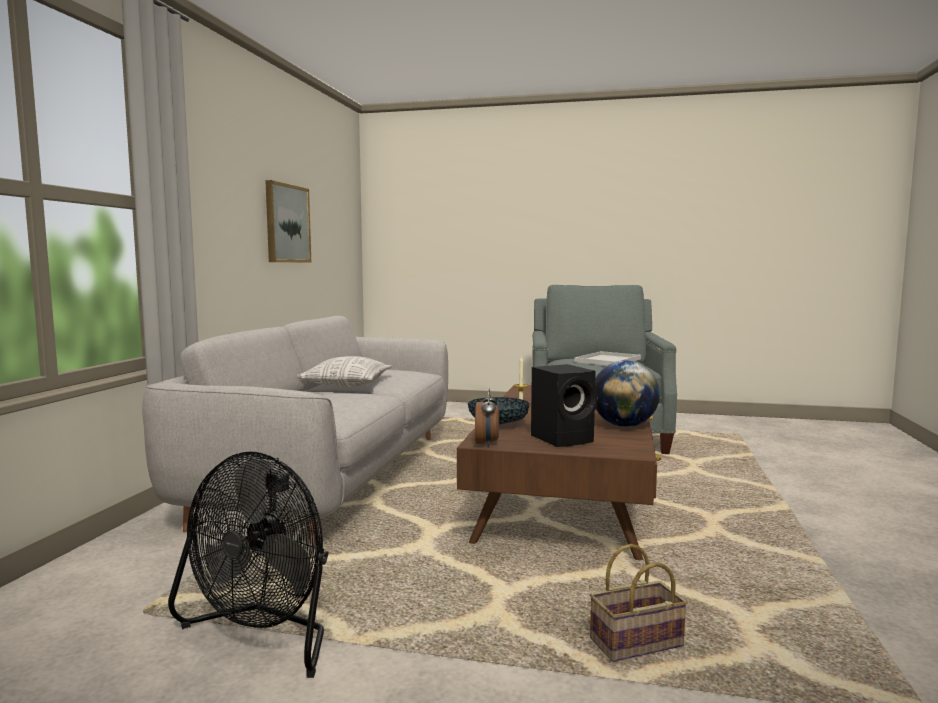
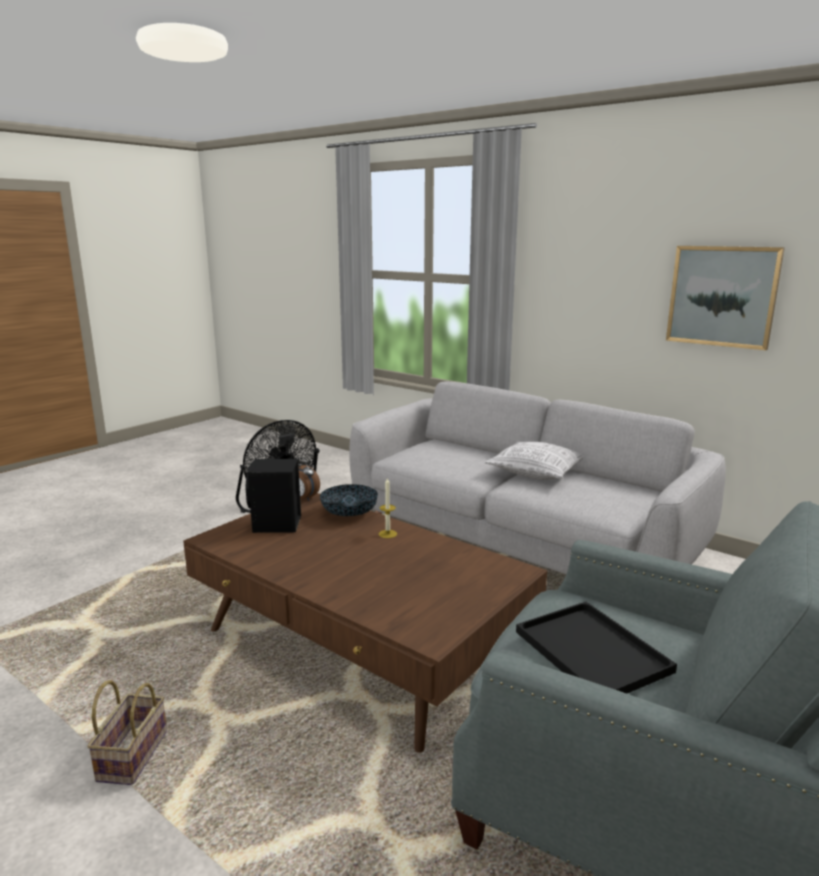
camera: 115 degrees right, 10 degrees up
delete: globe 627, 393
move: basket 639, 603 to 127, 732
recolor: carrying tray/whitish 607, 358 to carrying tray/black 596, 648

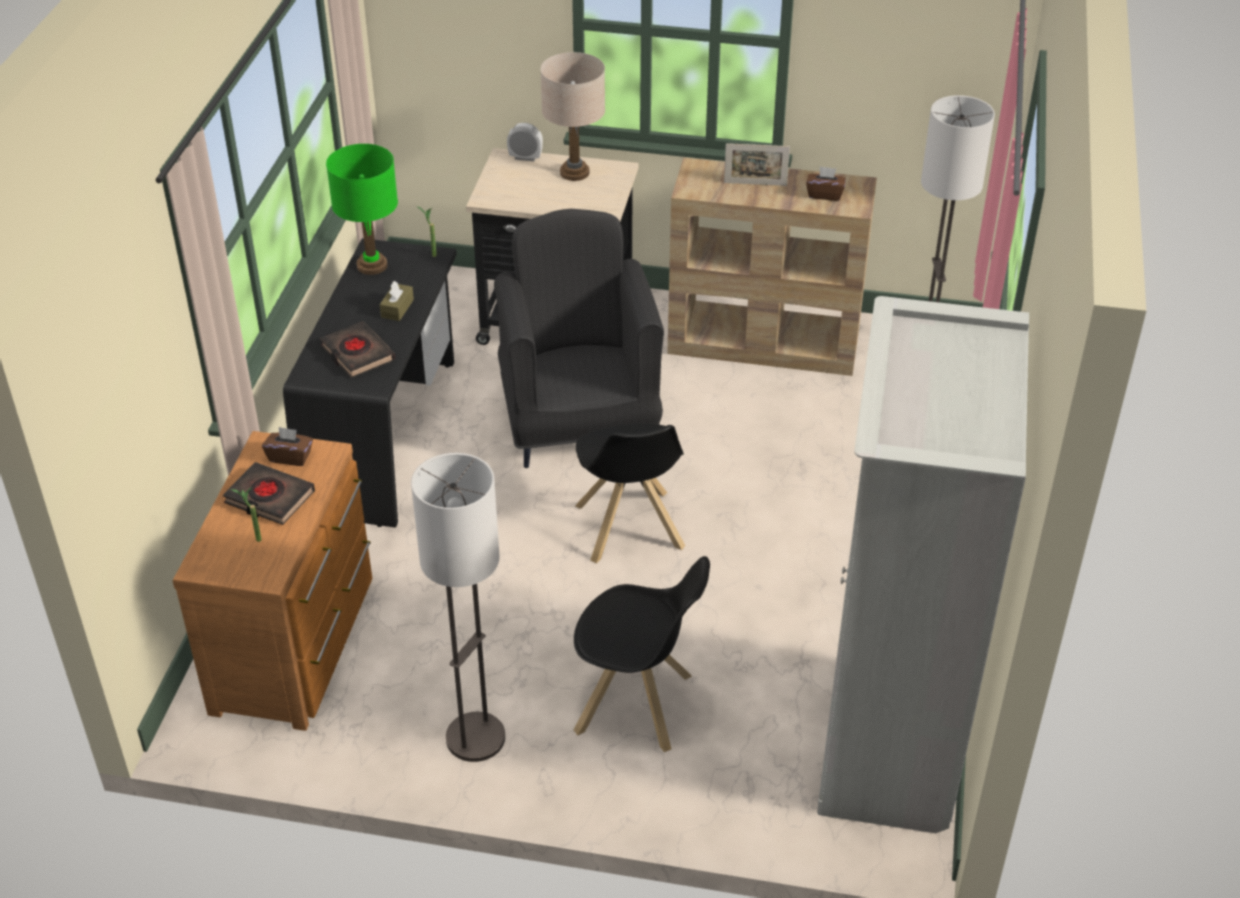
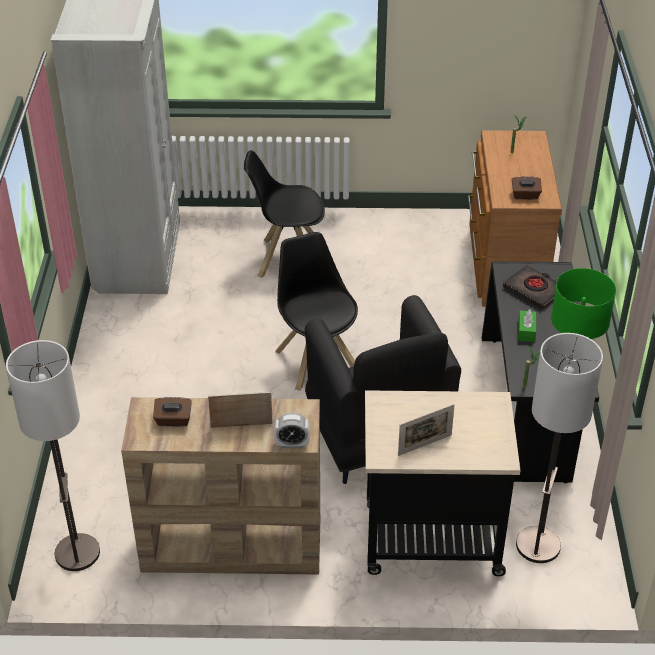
camera: 170 degrees right, 0 degrees up
delete: volume/black 269, 493
move: standard lamp 458, 607 to 559, 448; table clock 525, 142 to 292, 430
replace: table lamp/beige 572, 116 to standing frame 426, 430
recolor: tissue holder/brown 397, 301 to tissue holder/greenish 527, 325

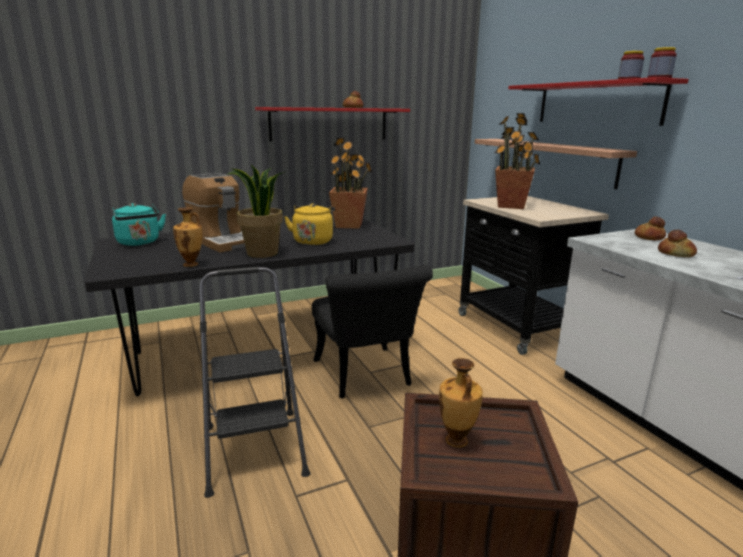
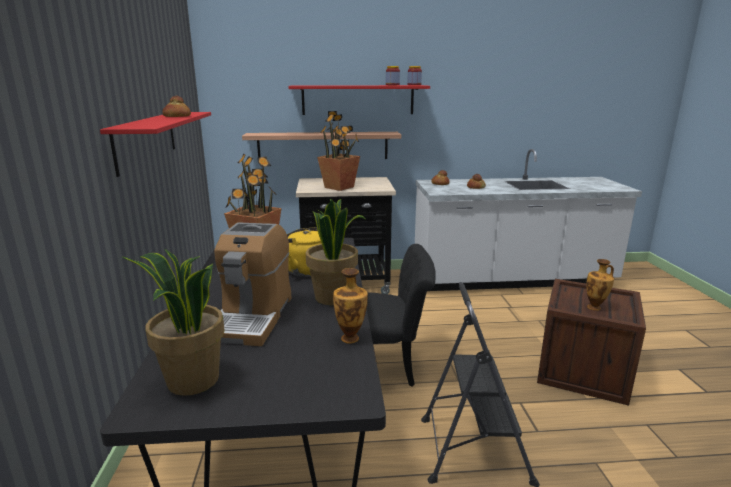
camera: 70 degrees left, 0 degrees up
replace: water kettle/turquoise-coloured 139, 224 to houseplant 174, 322
rotate: coffee maker 213, 213 = 253, 284 120 degrees clockwise

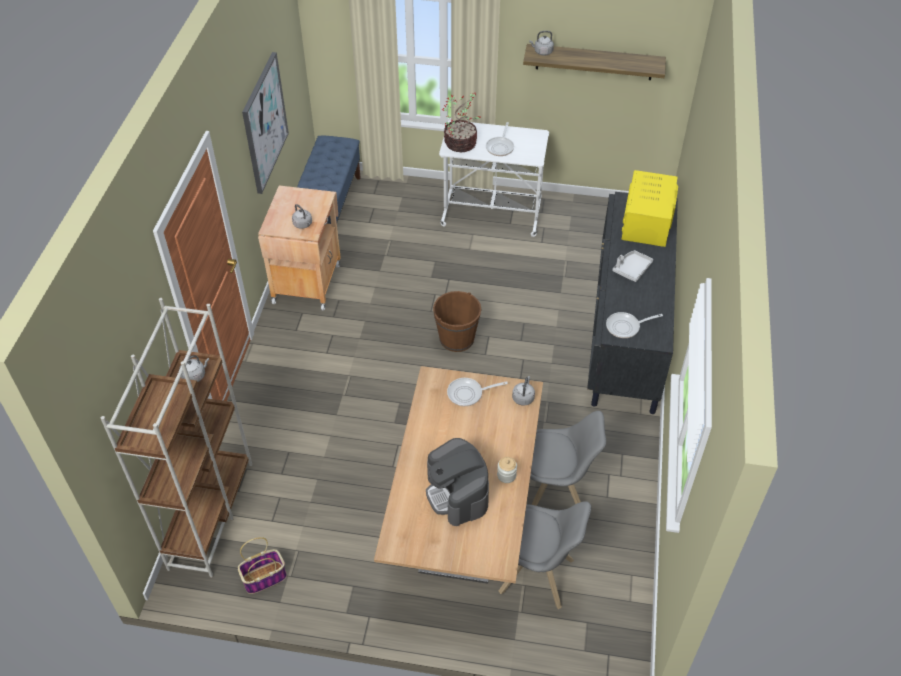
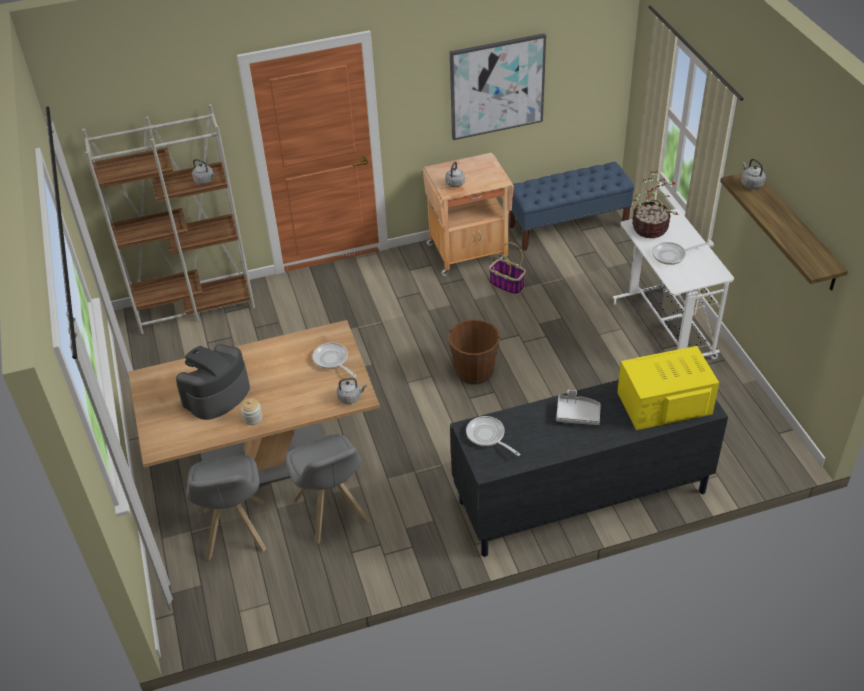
camera: 65 degrees right, 5 degrees down
move: basket 262, 565 to 507, 268

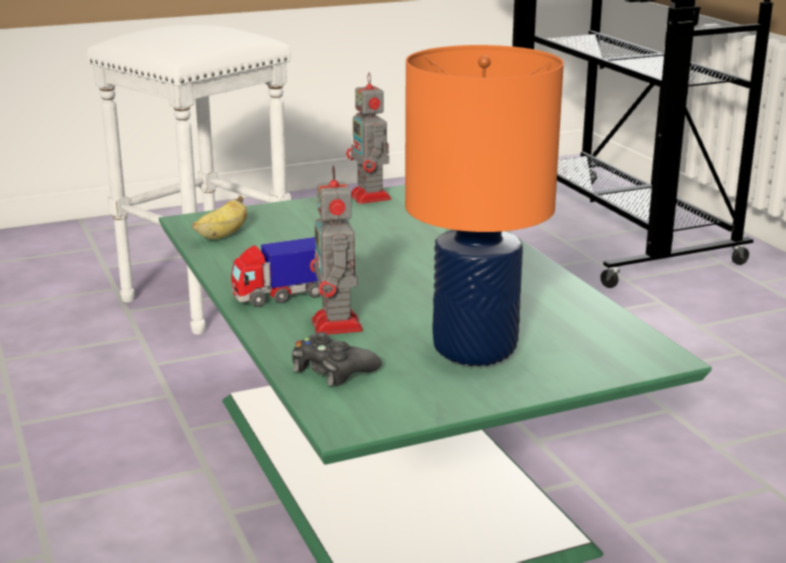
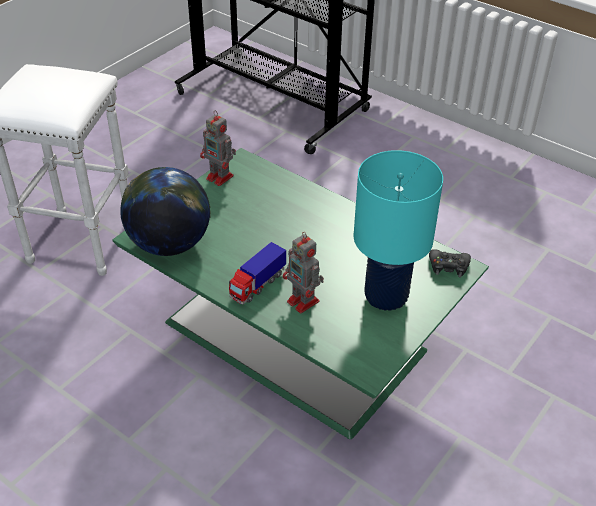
camera: 30 degrees left, 20 degrees up
move: gamepad/black 336, 359 to 450, 263
replace: banana fruit 219, 217 to globe 165, 211
recolor: table lamp/orange-coloured 484, 205 to table lamp/turquoise-coloured 398, 230

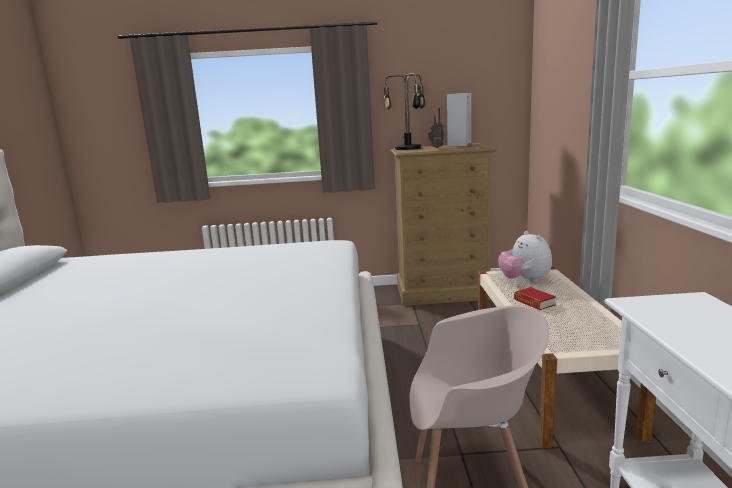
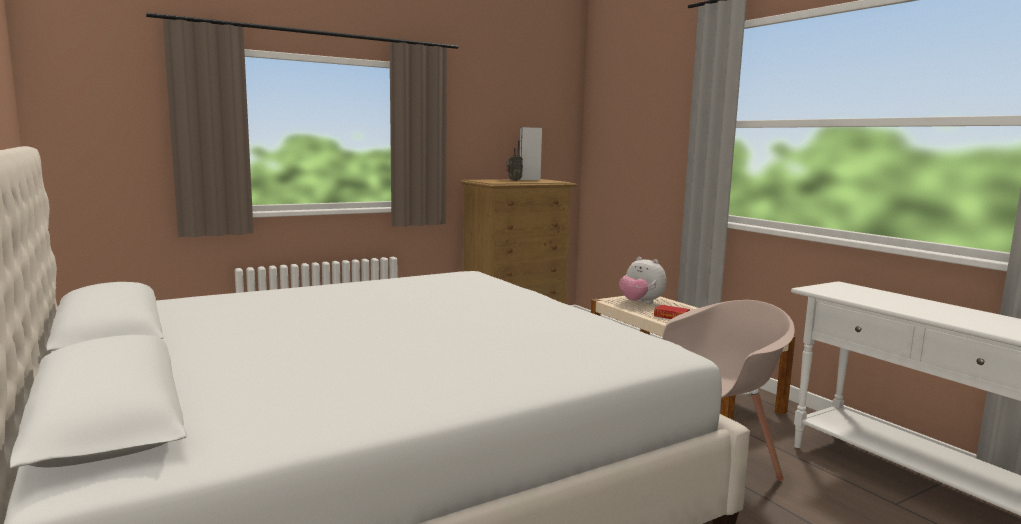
camera: 30 degrees left, 5 degrees down
delete: table lamp 404, 111

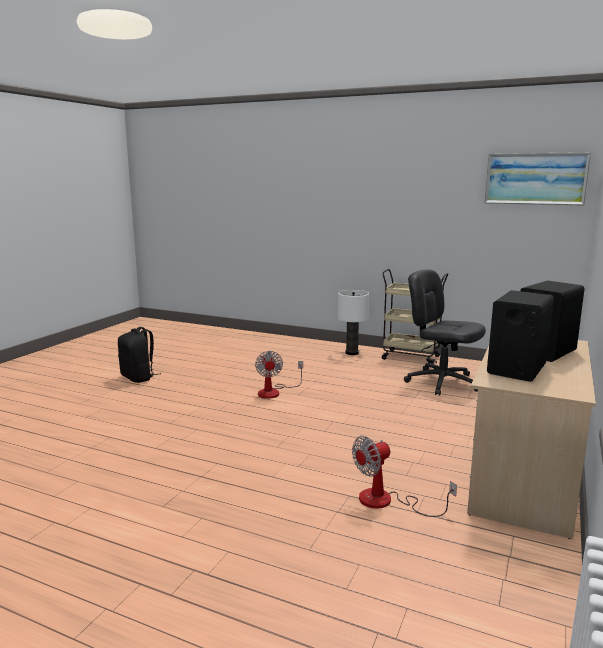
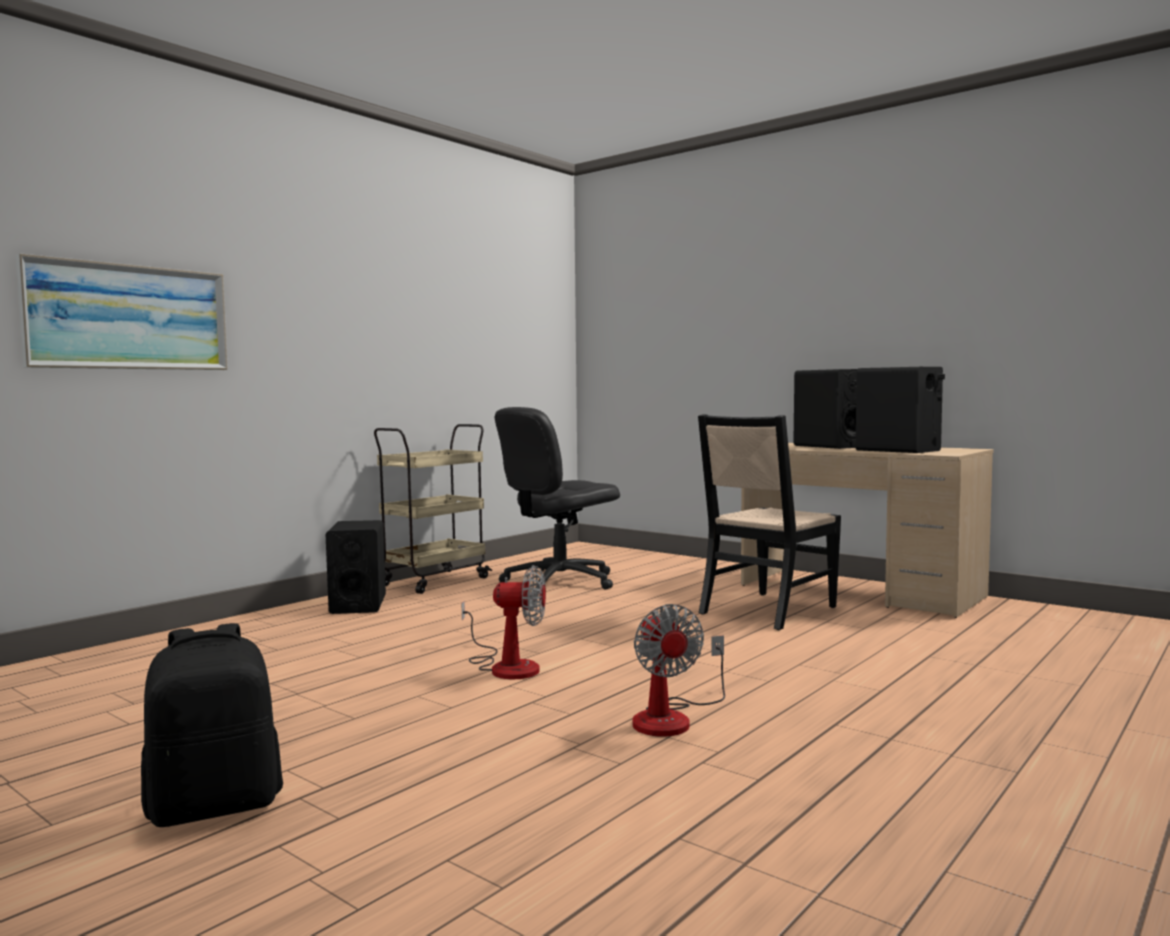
camera: 75 degrees left, 10 degrees down
insert: chair 769, 522
move: electric fan 404, 476 to 678, 670; wall picture 537, 179 to 122, 311
replace: table lamp/whitish 353, 322 to speaker/black 356, 567

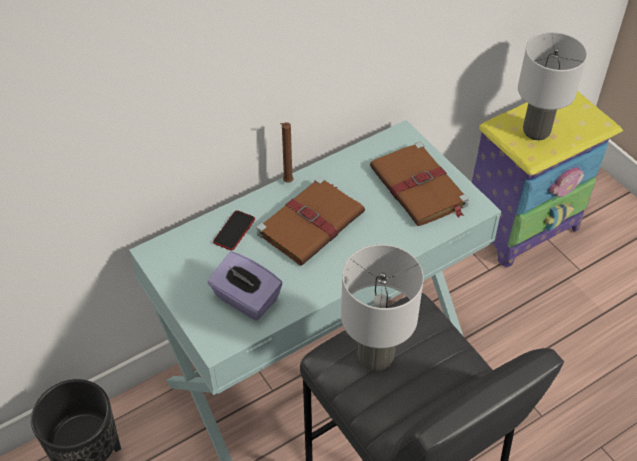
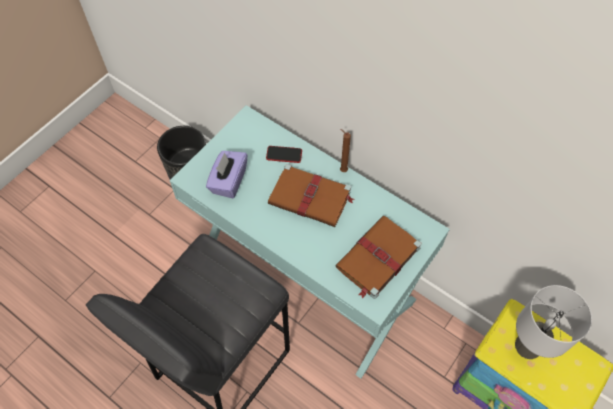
camera: 70 degrees right, 10 degrees up
delete: table lamp/whitish 382, 307

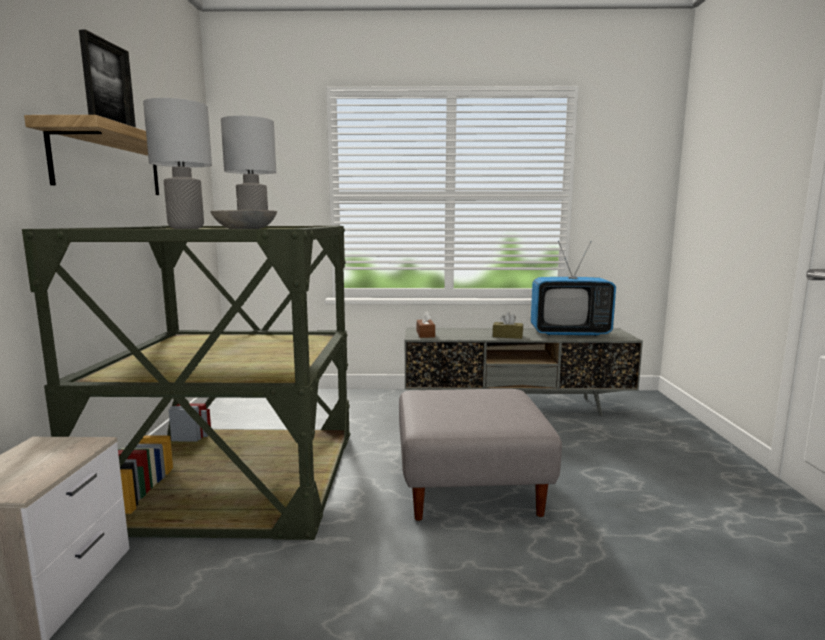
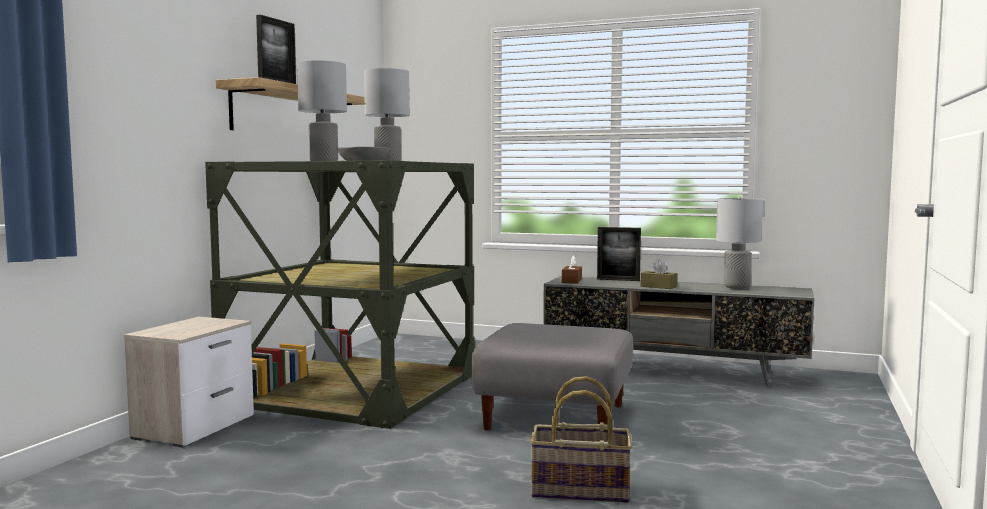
camera: 20 degrees right, 5 degrees down
insert: basket 581, 439; standing frame 619, 254
replace: TV set 573, 288 to table lamp/greyish 739, 243

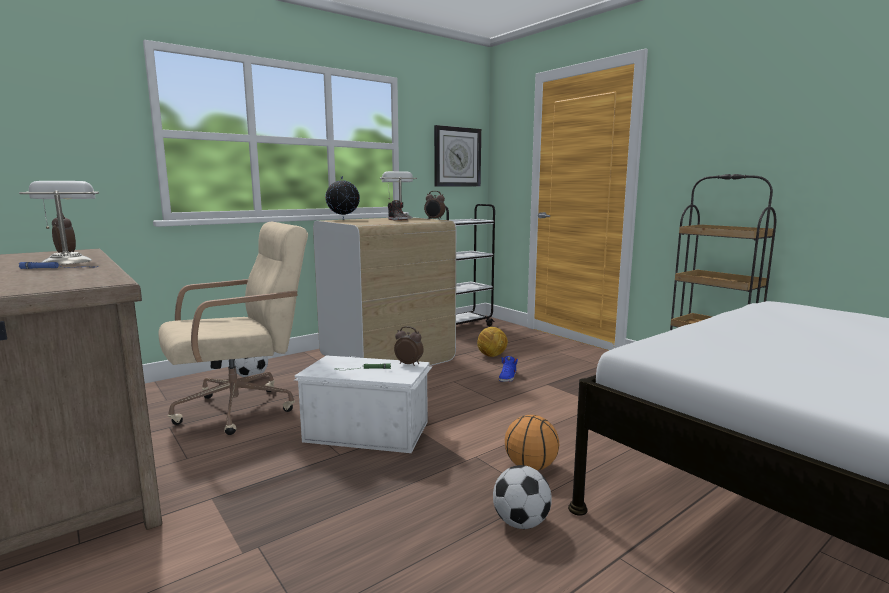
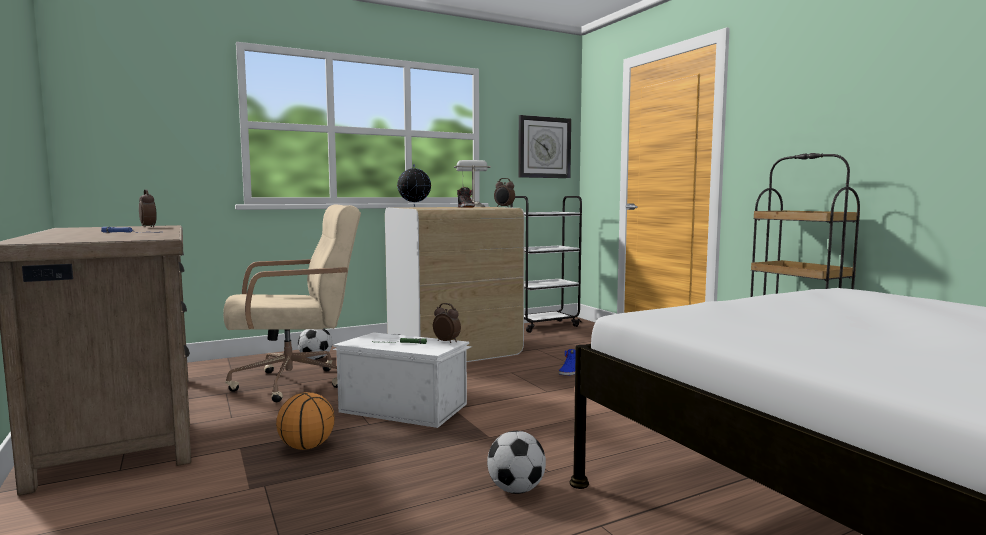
camera: 10 degrees right, 5 degrees down
delete: table lamp/whitish 59, 223; ball for football 492, 342
move: basketball 532, 443 to 305, 421

